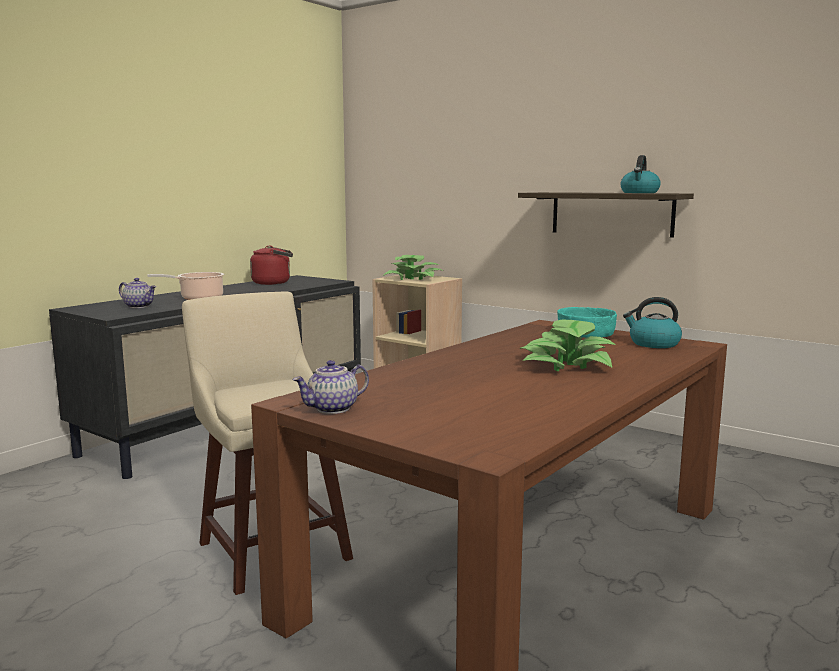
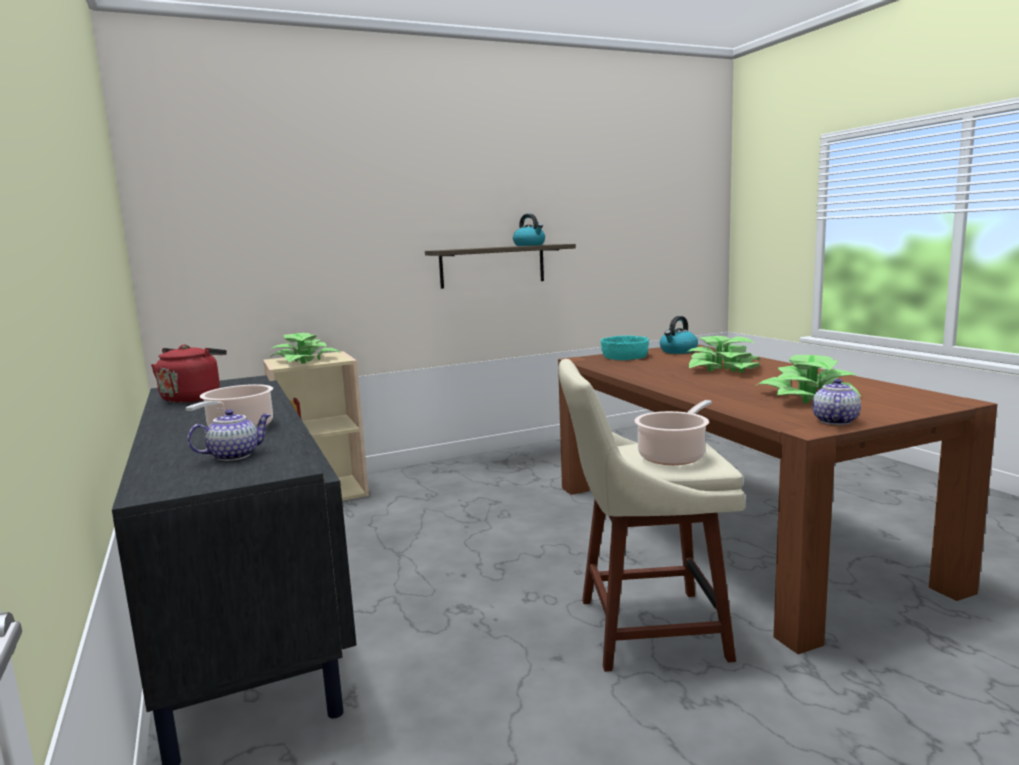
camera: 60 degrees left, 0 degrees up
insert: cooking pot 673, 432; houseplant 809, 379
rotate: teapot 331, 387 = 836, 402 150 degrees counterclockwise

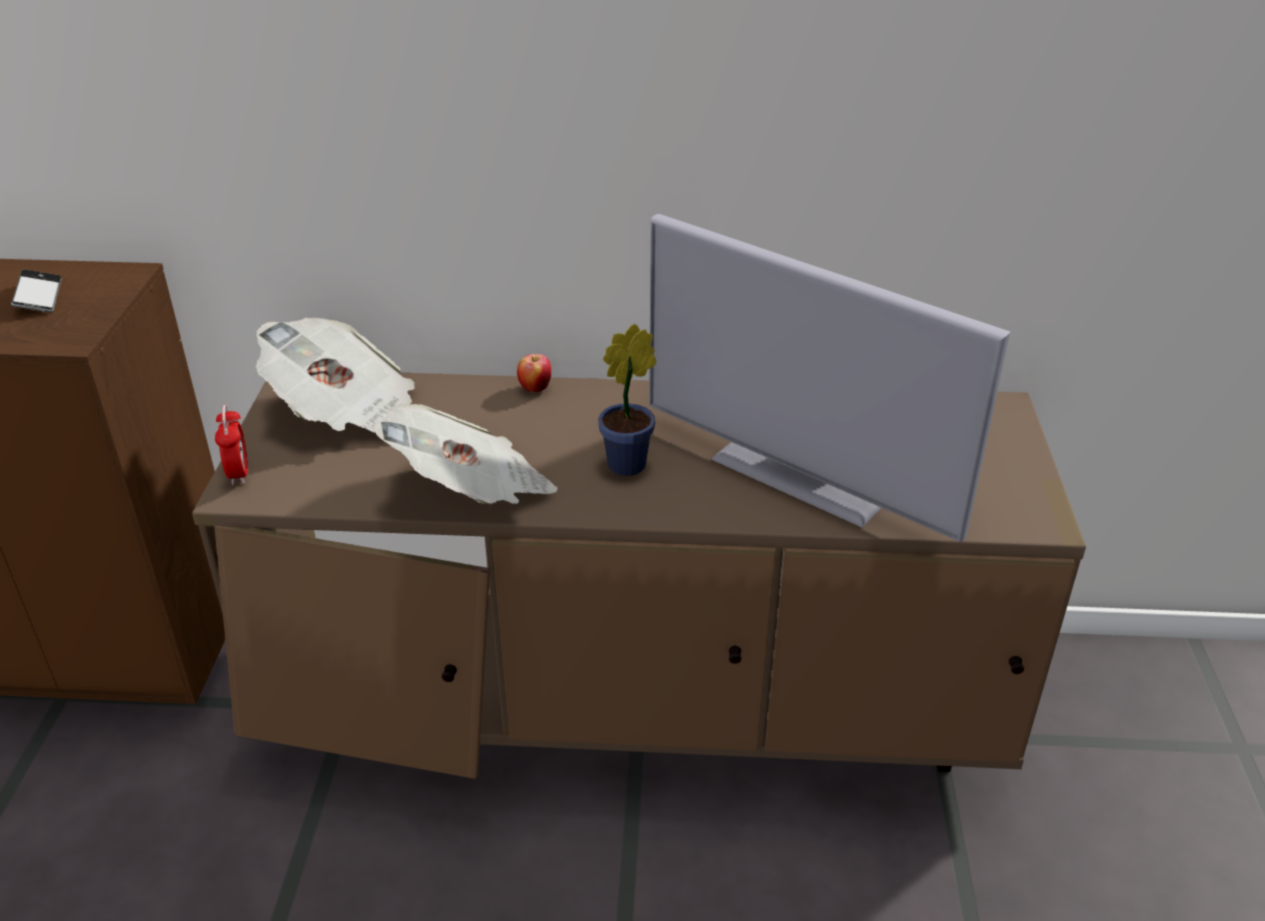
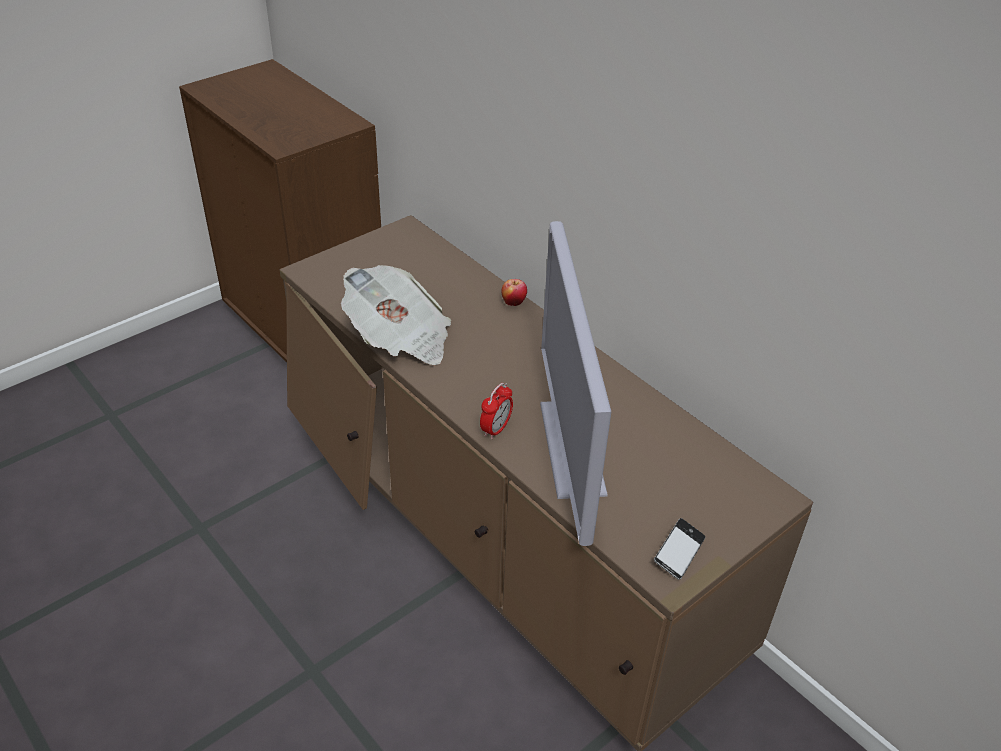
camera: 45 degrees right, 5 degrees up
delete: printed paper 335, 375; houseplant 627, 400
move: phone 36, 290 to 679, 549; table clock 231, 445 to 496, 411

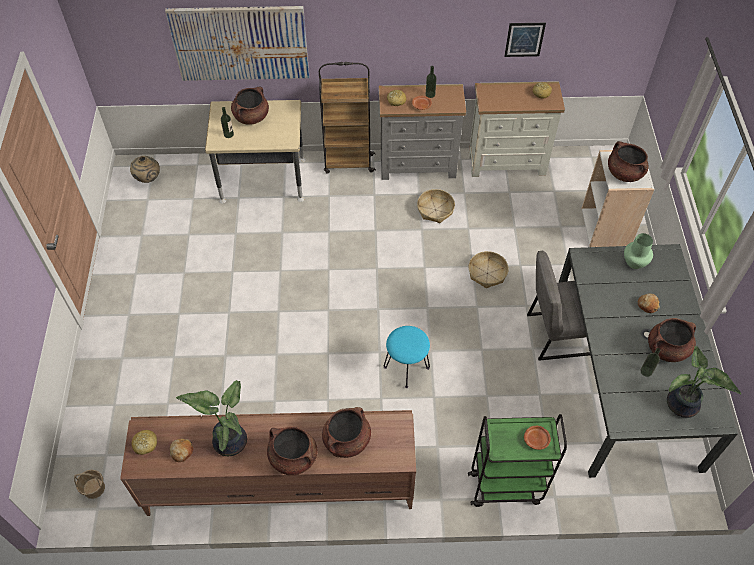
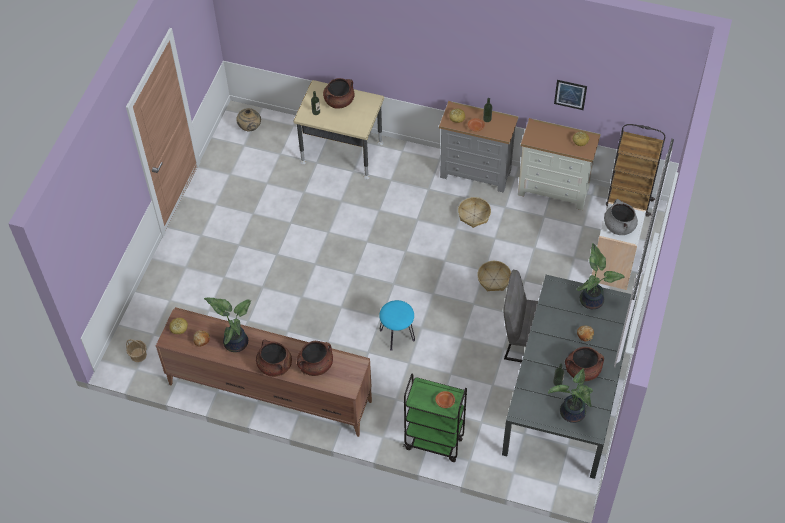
camera: 20 degrees right, 0 degrees up
delete: wall picture 237, 43
move: wheeled cart/brown 347, 118 to 635, 170
replace: flower vase/greenish 638, 251 to houseplant 601, 276
recolor: cooking pot/brown 628, 161 to cooking pot/greyish 621, 217

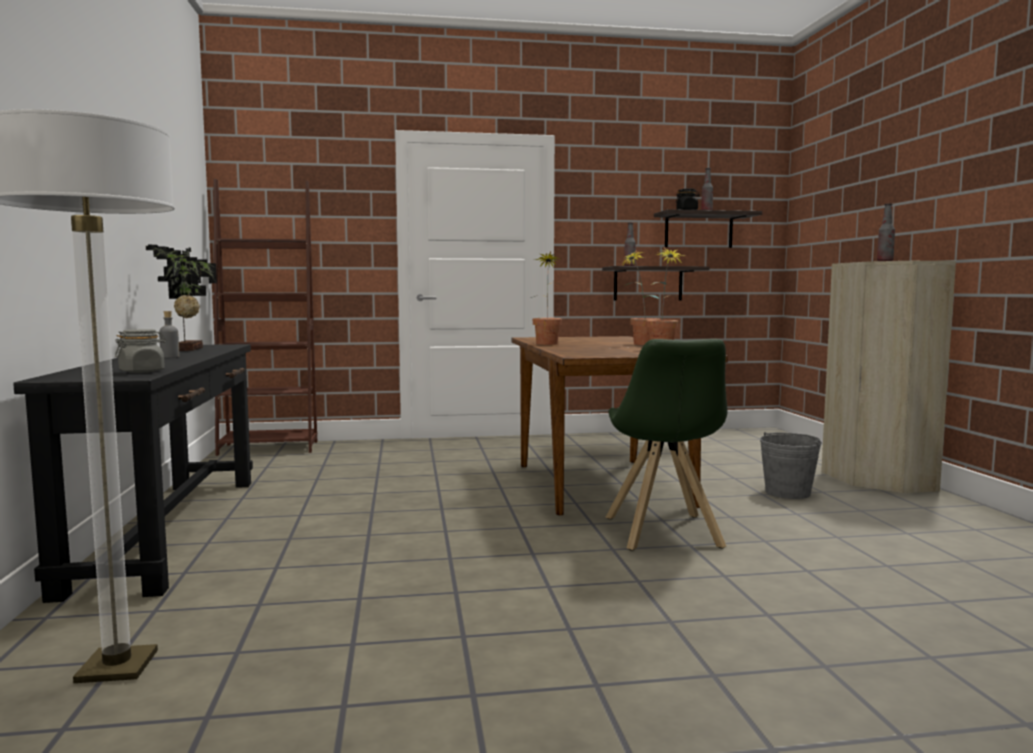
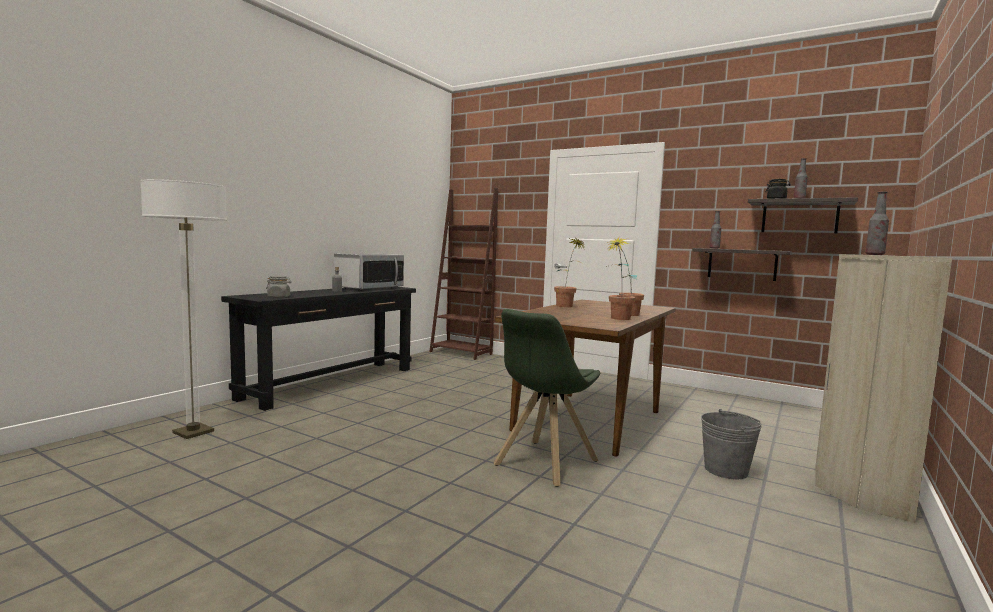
camera: 40 degrees right, 0 degrees up
replace: houseplant 181, 297 to microwave 369, 272

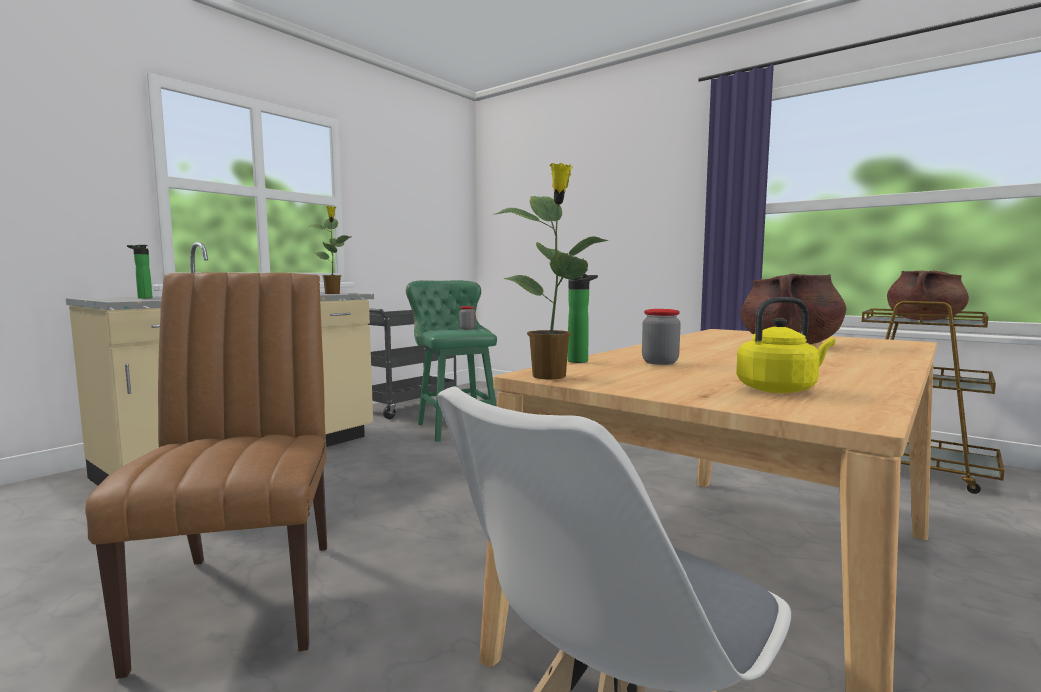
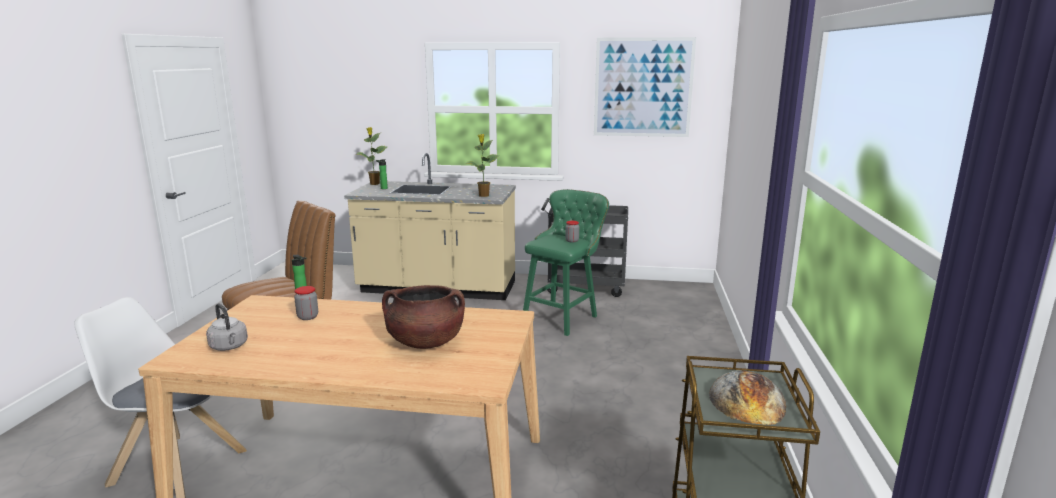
camera: 60 degrees right, 10 degrees up
insert: wall picture 645, 87
move: houseplant 552, 271 to 371, 156
replace: cooking pot/brown 928, 295 to bakery bread 747, 397
recolor: water kettle/yellowish 785, 345 to water kettle/greyish 227, 327

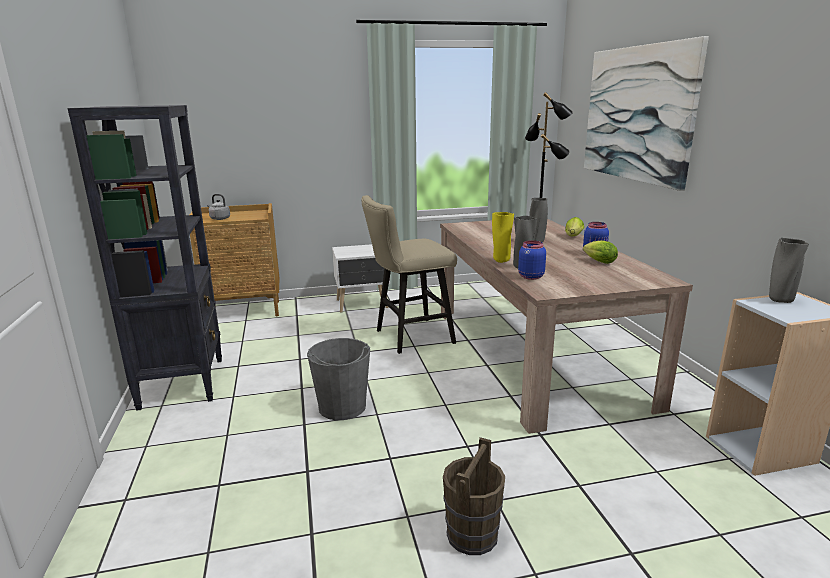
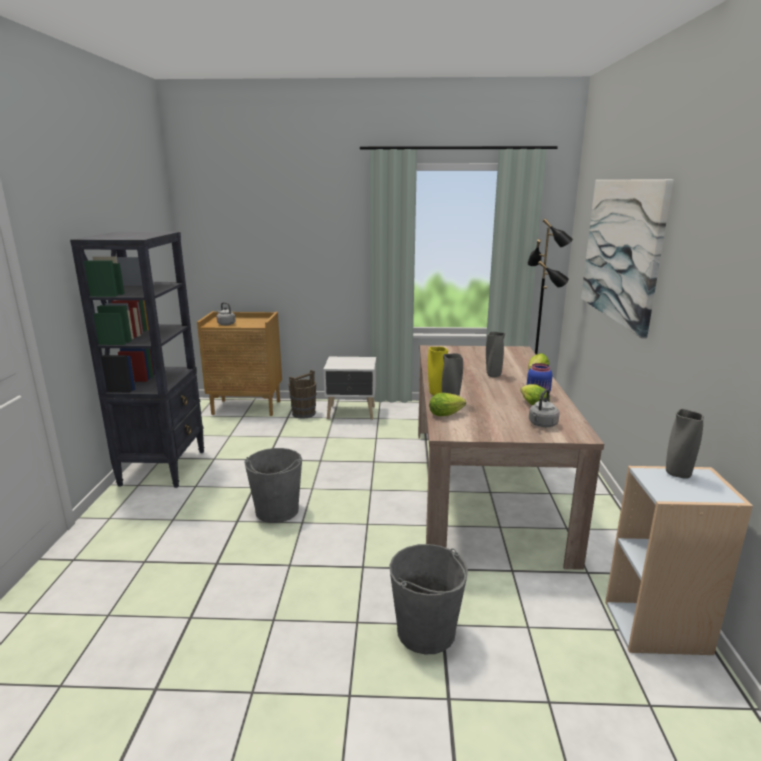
camera: 15 degrees right, 0 degrees up
delete: stool seat/beige 409, 274
insert: pail/greyish 428, 599; water kettle/greyish 544, 408
move: pail/brown 474, 496 to 302, 394
replace: preserve jar/bluish 532, 260 to lettuce 447, 404

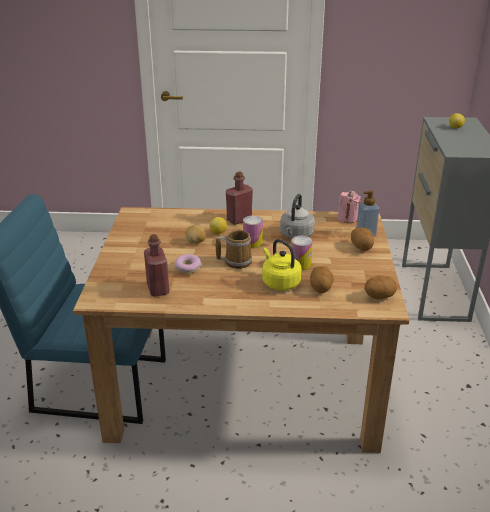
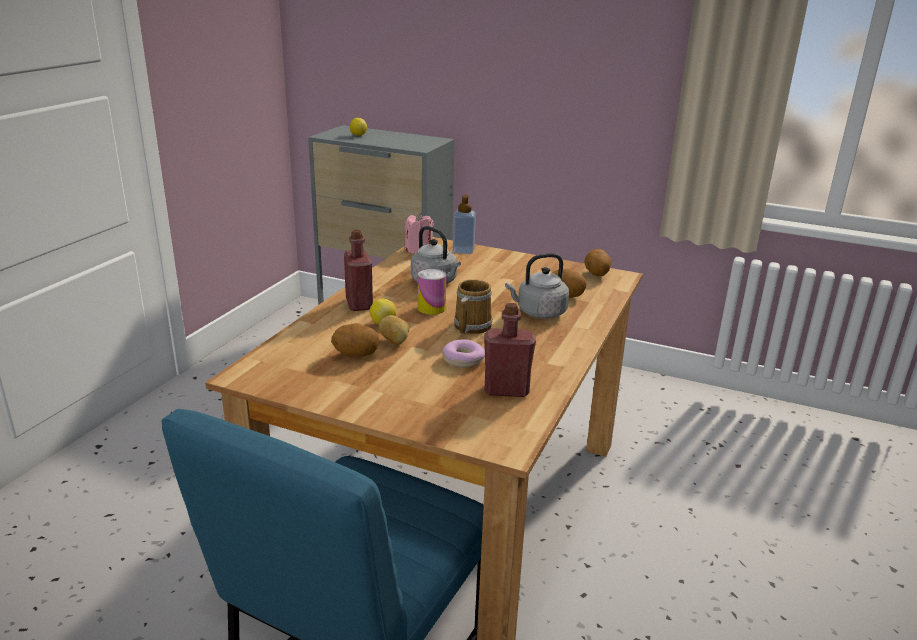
camera: 70 degrees left, 5 degrees down
delete: metal can 301, 253
move: potato 362, 239 to 355, 340
recolor: water kettle/yellowish 282, 265 to water kettle/greyish 537, 286

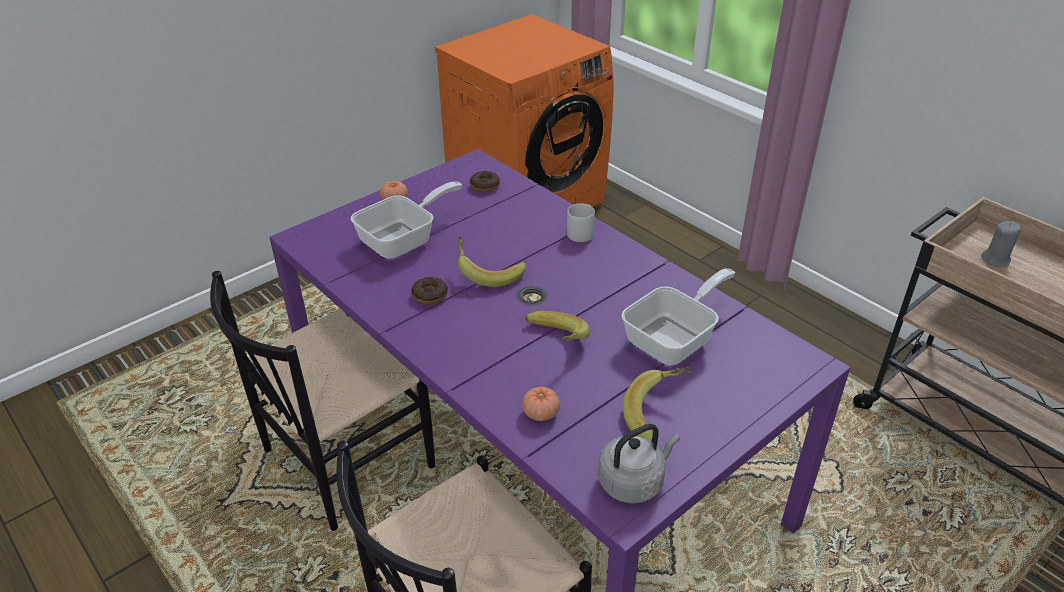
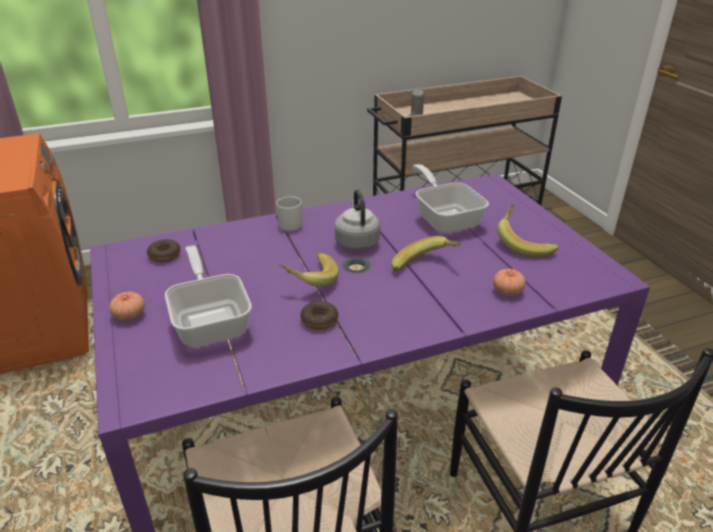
camera: 70 degrees left, 5 degrees down
move: water kettle/greyish 639, 464 to 357, 219

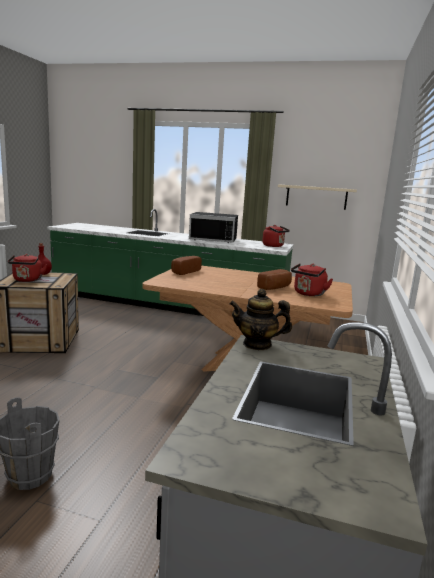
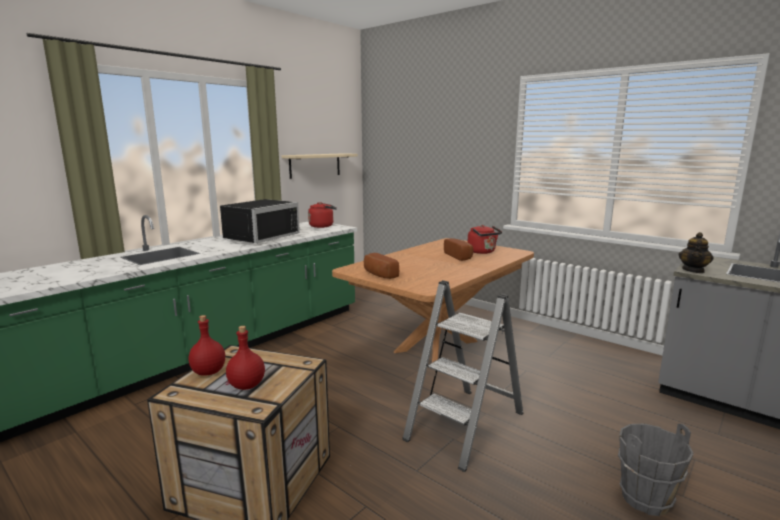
camera: 65 degrees left, 0 degrees up
insert: step ladder/greyish 463, 376
replace: water kettle/reddish 27, 268 to bottle/reddish 245, 358

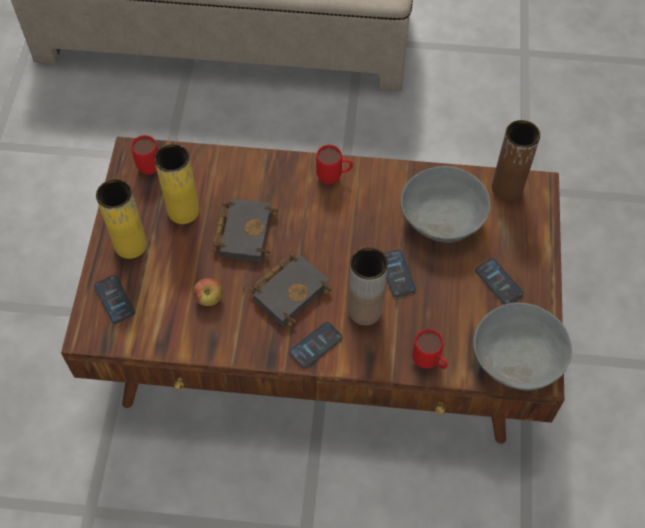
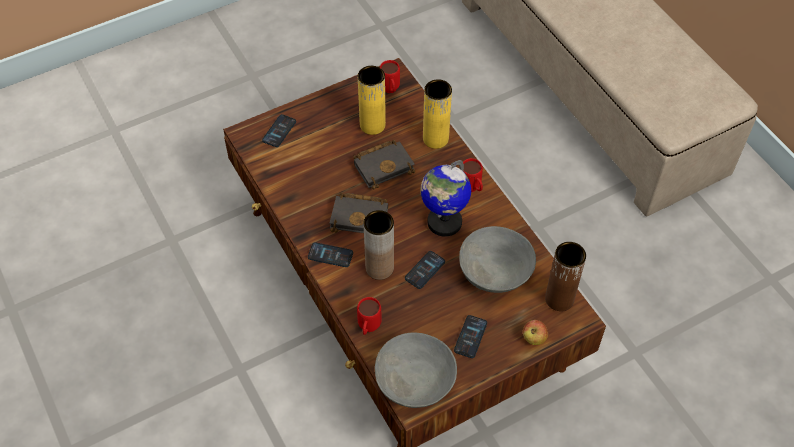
camera: 55 degrees right, 5 degrees down
insert: globe 445, 198
move: flower vase/yellowish 121, 219 to 437, 114; apple fruit 208, 292 to 535, 332

